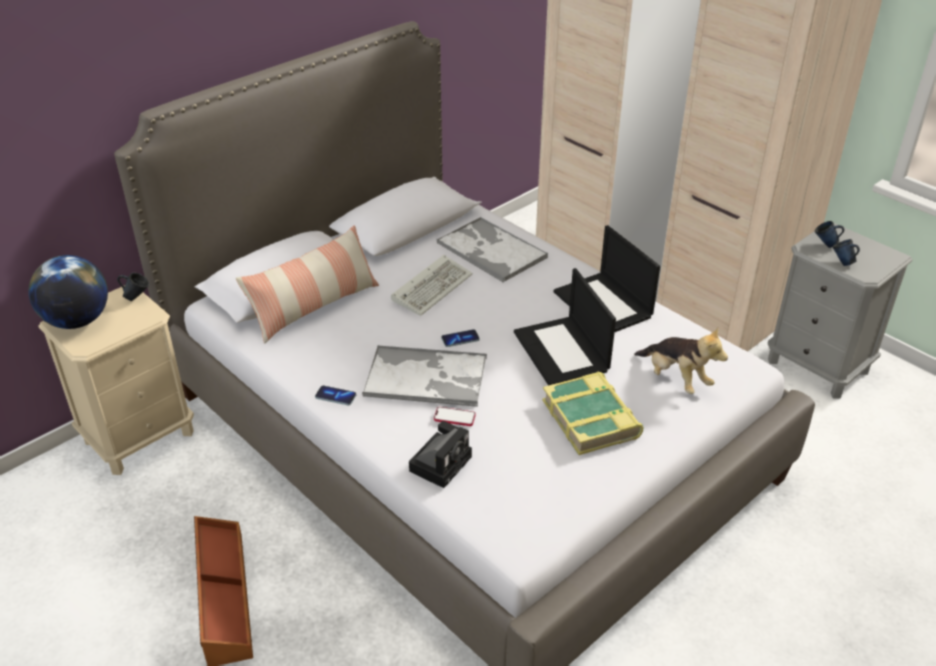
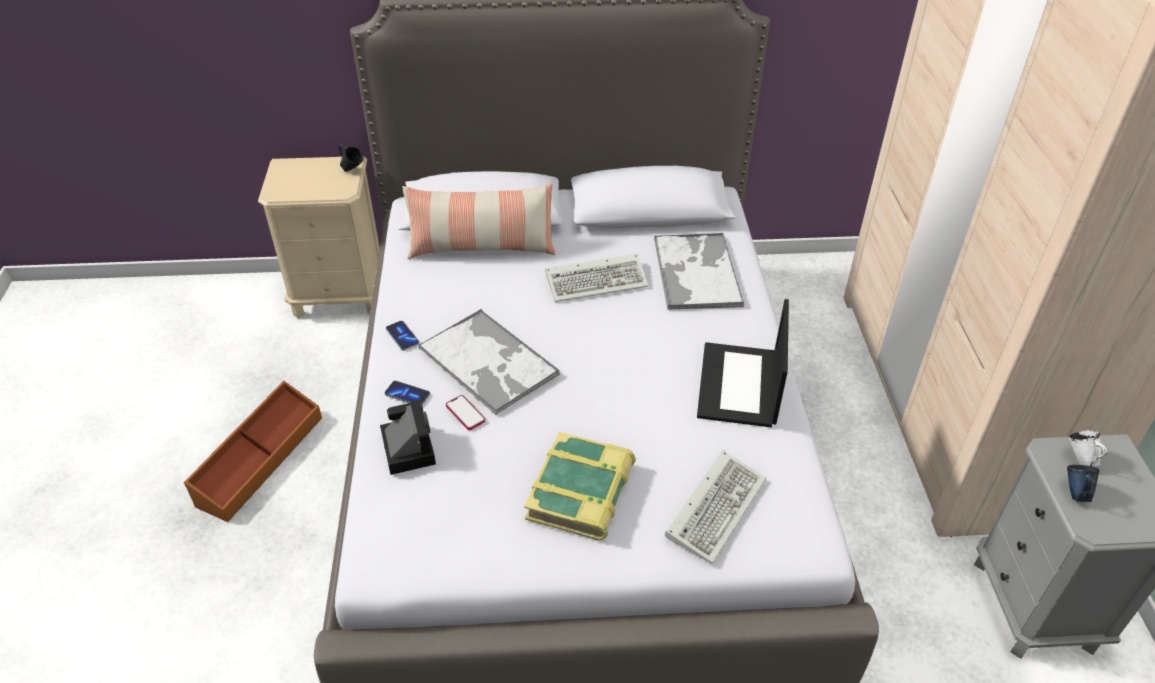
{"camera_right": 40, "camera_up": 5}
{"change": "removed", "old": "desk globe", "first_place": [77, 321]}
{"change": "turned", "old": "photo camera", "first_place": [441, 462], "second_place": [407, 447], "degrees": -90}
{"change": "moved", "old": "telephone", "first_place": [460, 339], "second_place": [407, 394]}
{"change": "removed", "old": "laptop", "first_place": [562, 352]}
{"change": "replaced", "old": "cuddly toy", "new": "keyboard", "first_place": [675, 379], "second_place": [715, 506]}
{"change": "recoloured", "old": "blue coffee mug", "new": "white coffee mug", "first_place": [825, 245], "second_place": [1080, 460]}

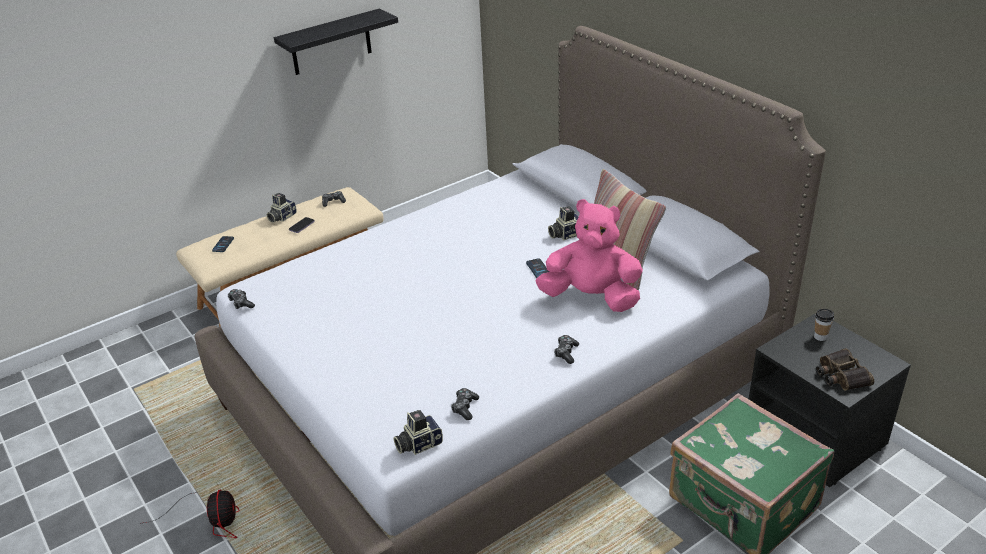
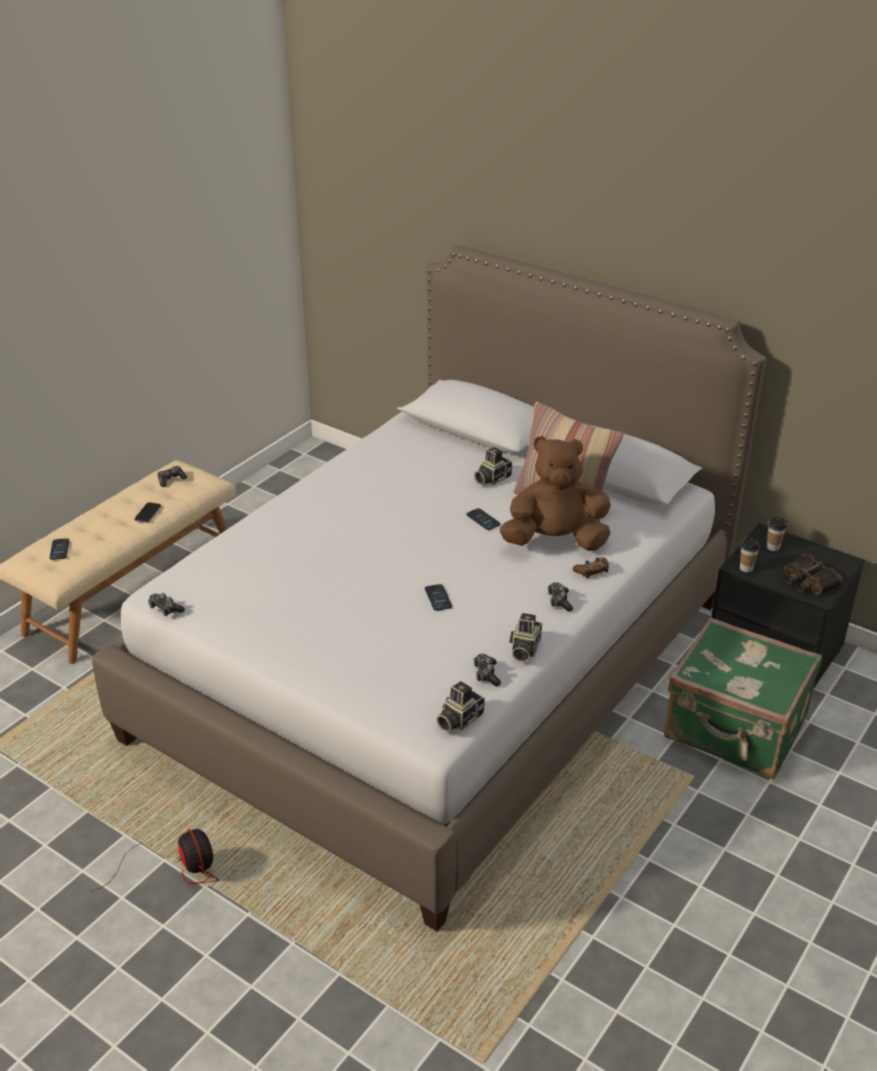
{"camera_right": -20, "camera_up": 0}
{"change": "moved", "old": "photo camera", "first_place": [281, 217], "second_place": [524, 649]}
{"change": "removed", "old": "black shelf", "first_place": [331, 43]}
{"change": "recoloured", "old": "pink cuddly toy", "new": "brown cuddly toy", "first_place": [591, 298], "second_place": [555, 541]}
{"change": "added", "new": "telephone", "second_place": [438, 598]}
{"change": "added", "new": "brown joypad", "second_place": [591, 571]}
{"change": "added", "new": "cup", "second_place": [746, 568]}

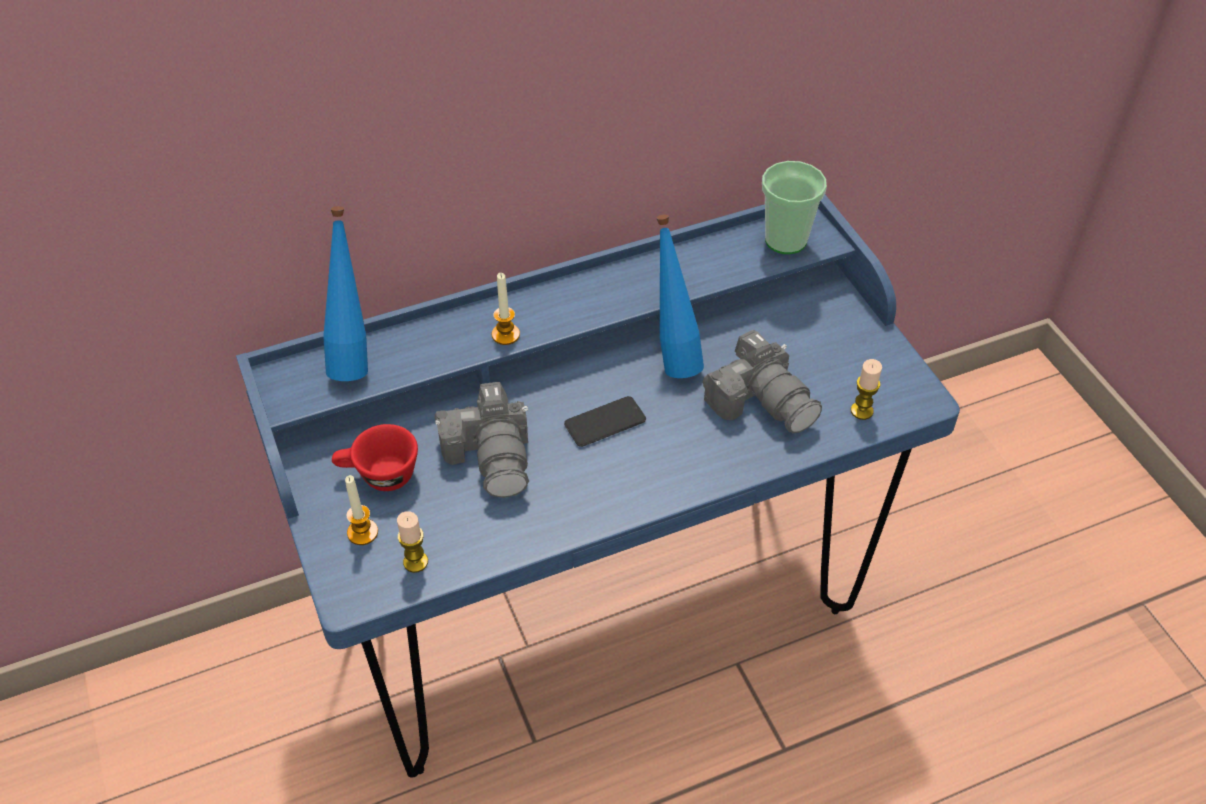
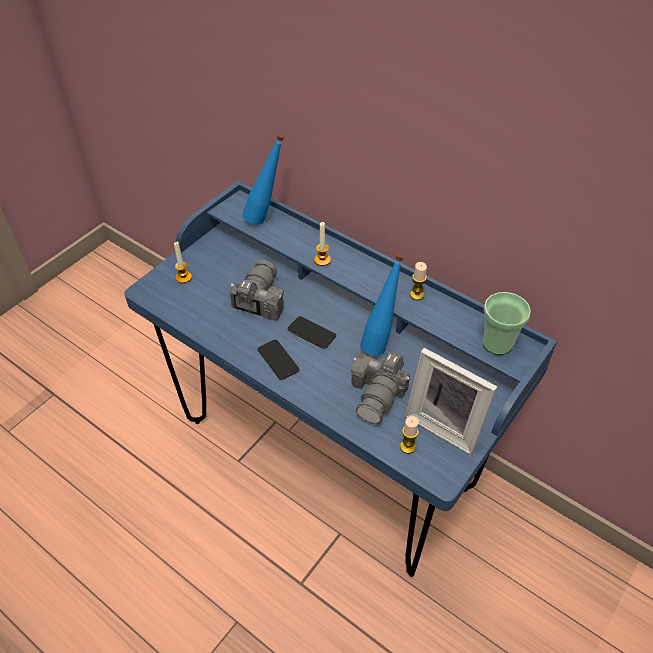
{"camera_right": 60, "camera_up": 0}
{"change": "removed", "old": "red cup", "first_place": [379, 476]}
{"change": "moved", "old": "candle", "first_place": [415, 562], "second_place": [416, 295]}
{"change": "turned", "old": "photo camera", "first_place": [492, 456], "second_place": [258, 300], "degrees": 150}
{"change": "added", "new": "telephone", "second_place": [278, 360]}
{"change": "added", "new": "photo frame", "second_place": [445, 424]}

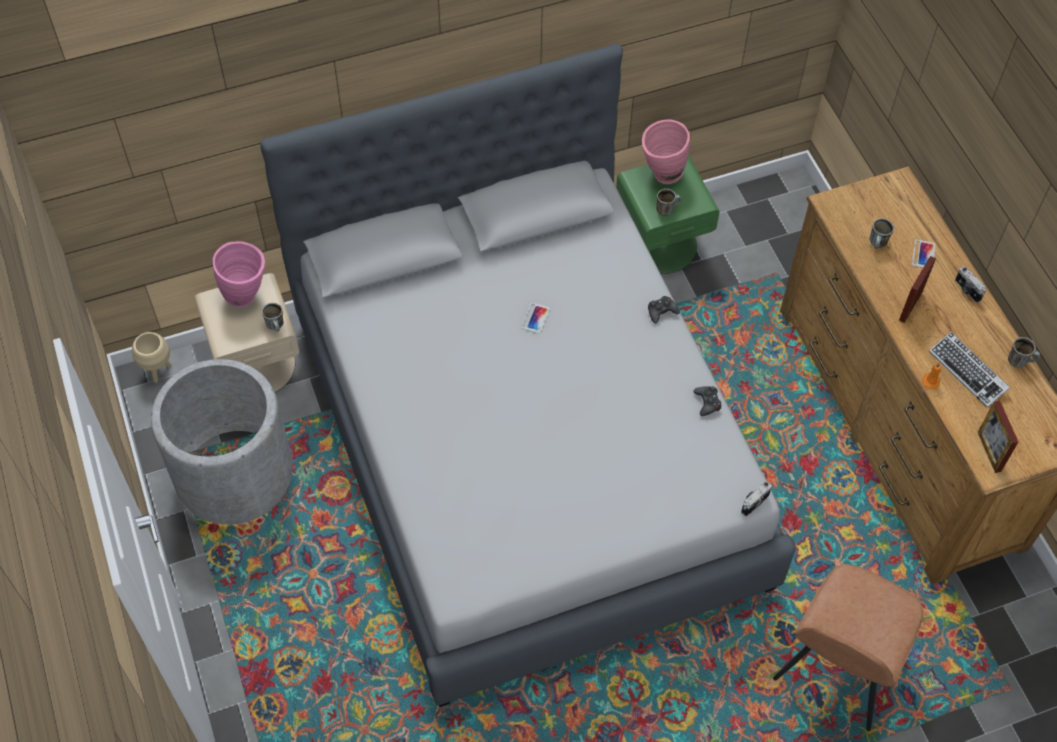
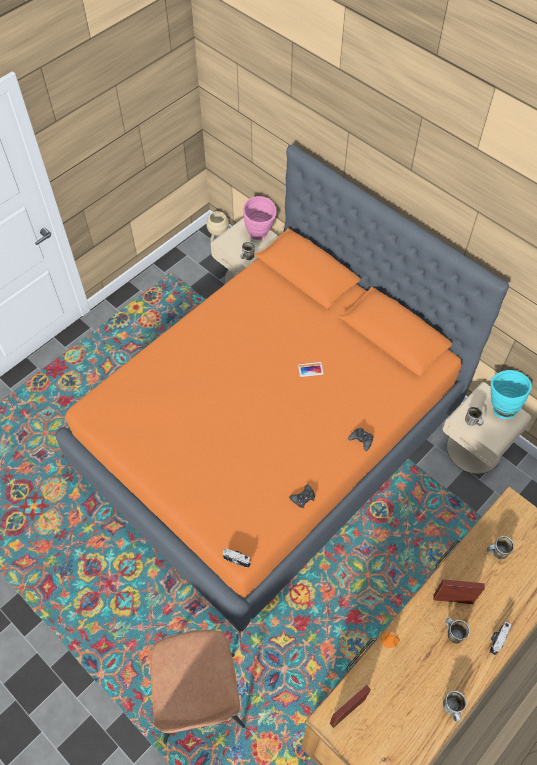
{"camera_right": 65, "camera_up": 0}
{"change": "removed", "old": "gray flower pot", "first_place": [234, 473]}
{"change": "recoloured", "old": "gray bedroom bed", "new": "orange bedroom bed", "first_place": [527, 448], "second_place": [269, 436]}
{"change": "recoloured", "old": "green nightstand", "new": "beige-coloured nightstand", "first_place": [661, 244], "second_place": [474, 448]}
{"change": "recoloured", "old": "pink vase", "new": "blue-green vase", "first_place": [661, 175], "second_place": [499, 407]}
{"change": "turned", "old": "brown plain chair", "first_place": [837, 670], "second_place": [200, 700], "degrees": -105}
{"change": "removed", "old": "telephone", "first_place": [923, 254]}
{"change": "removed", "old": "keyboard", "first_place": [967, 372]}
{"change": "added", "new": "coffee mug", "second_place": [452, 633]}

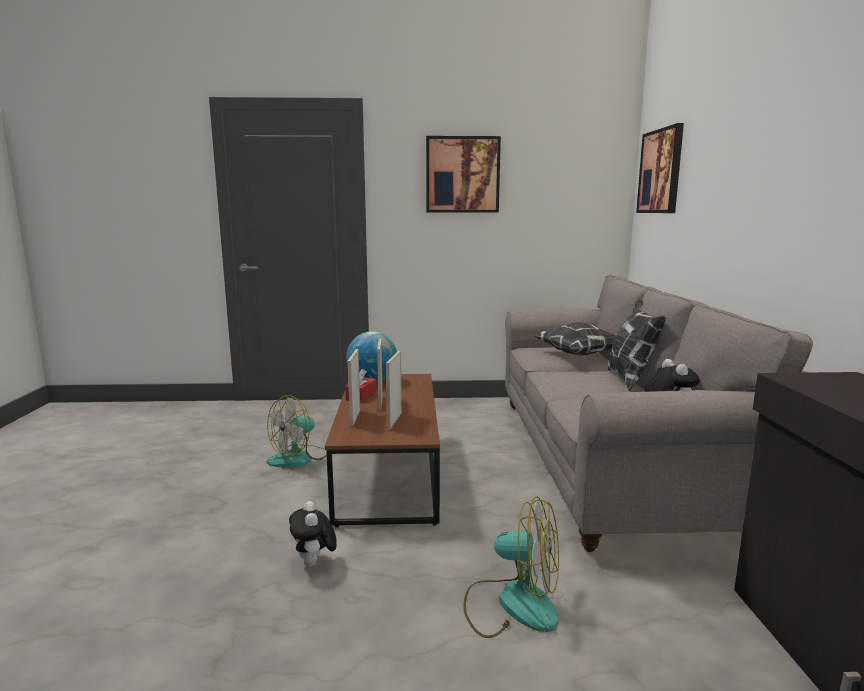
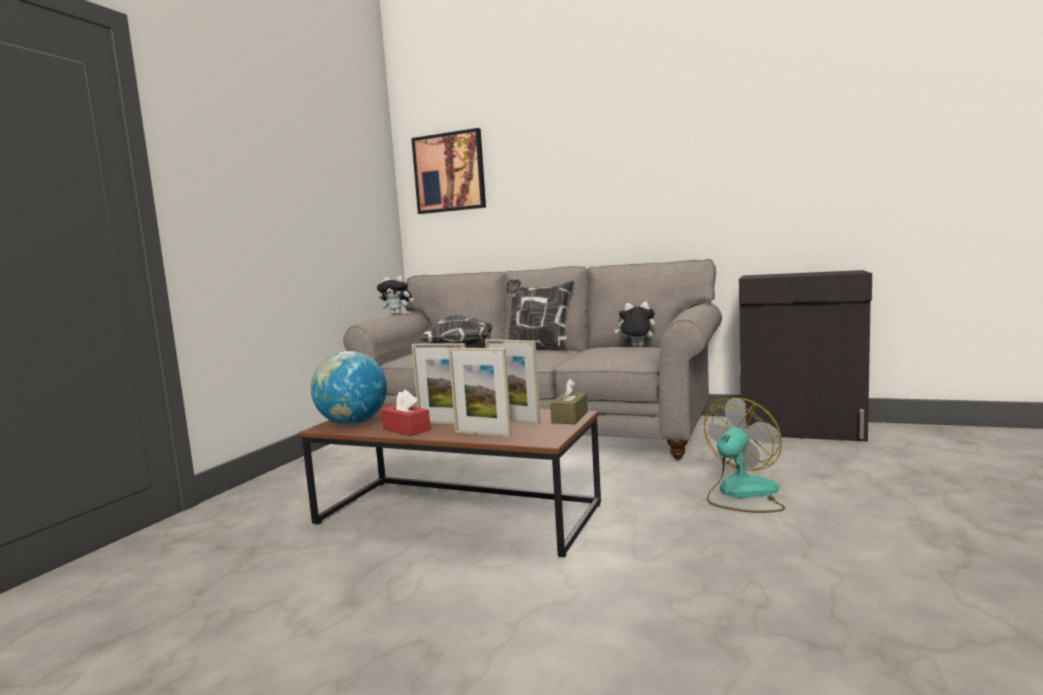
{"camera_right": -65, "camera_up": -5}
{"change": "removed", "old": "cooling fan", "first_place": [299, 458]}
{"change": "moved", "old": "cuddly toy", "first_place": [314, 564], "second_place": [397, 314]}
{"change": "removed", "old": "wall art", "first_place": [462, 175]}
{"change": "added", "new": "brown tissue box", "second_place": [570, 417]}

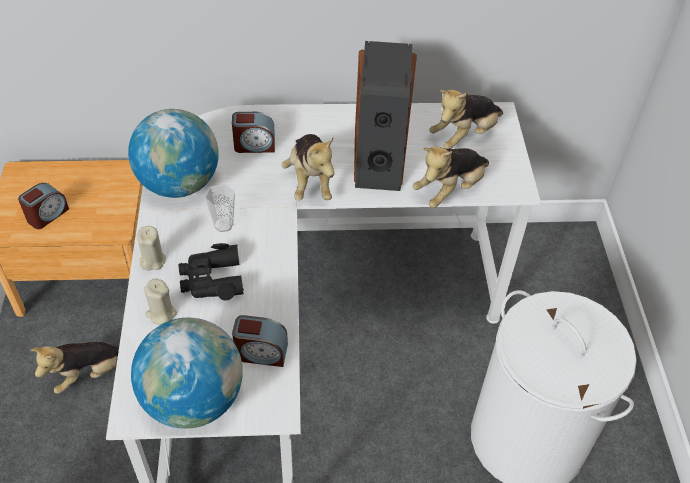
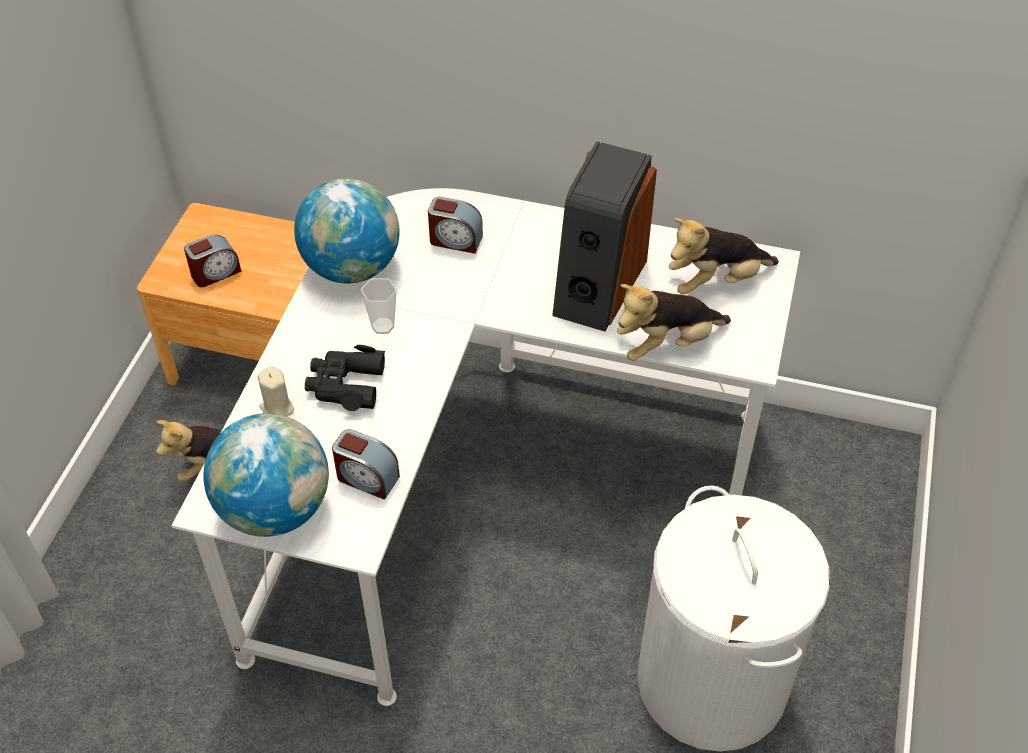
{"camera_right": 20, "camera_up": 0}
{"change": "removed", "old": "beige-coloured candle", "first_place": [152, 260]}
{"change": "removed", "old": "cuddly toy", "first_place": [310, 181]}

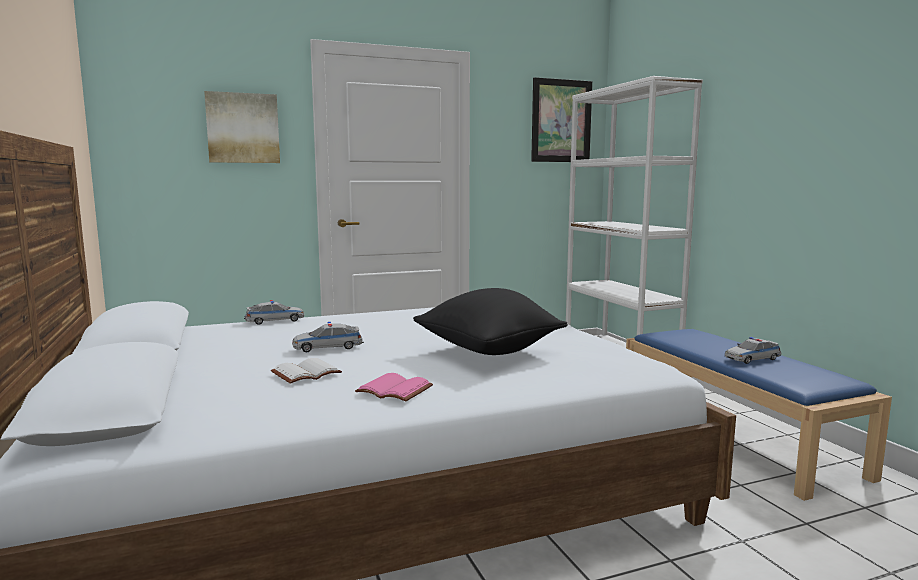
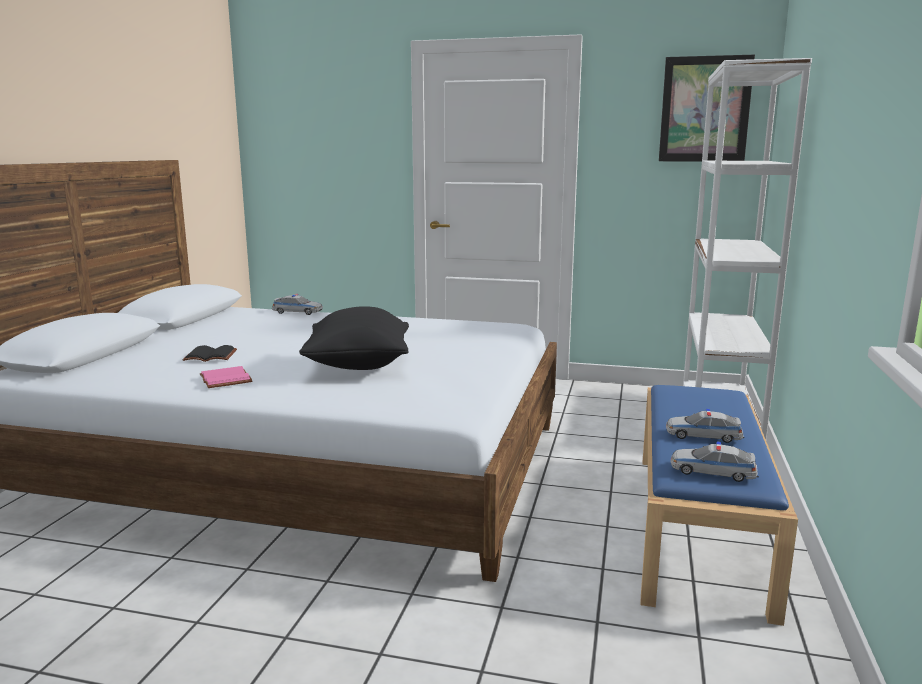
{"camera_right": 35, "camera_up": 5}
{"change": "removed", "old": "wall art", "first_place": [243, 128]}
{"change": "recoloured", "old": "white book", "new": "black book", "first_place": [306, 373], "second_place": [211, 356]}
{"change": "moved", "old": "model car", "first_place": [328, 347], "second_place": [712, 472]}

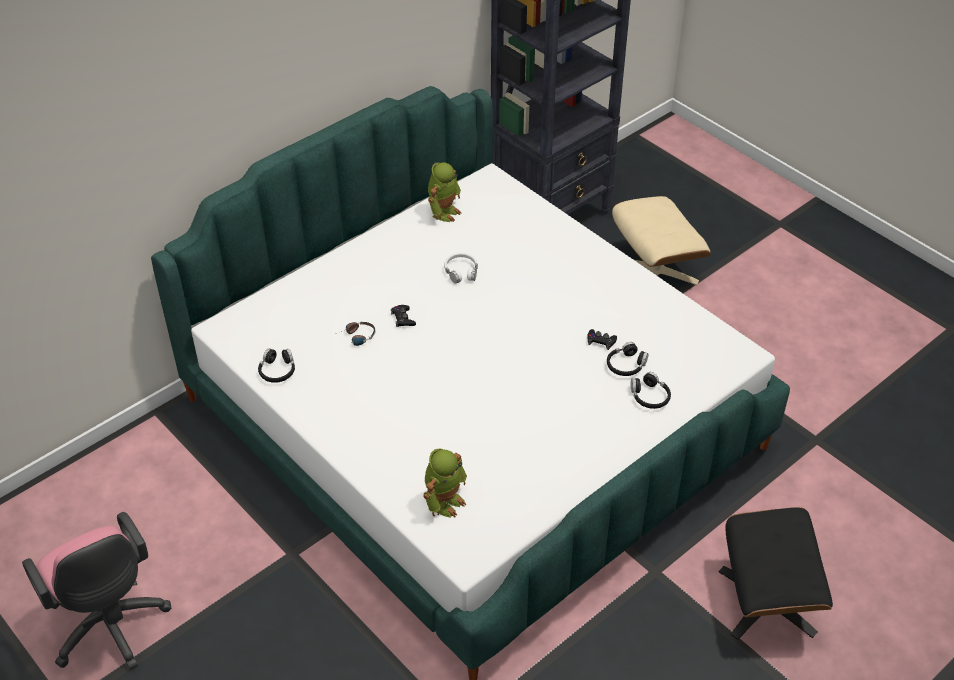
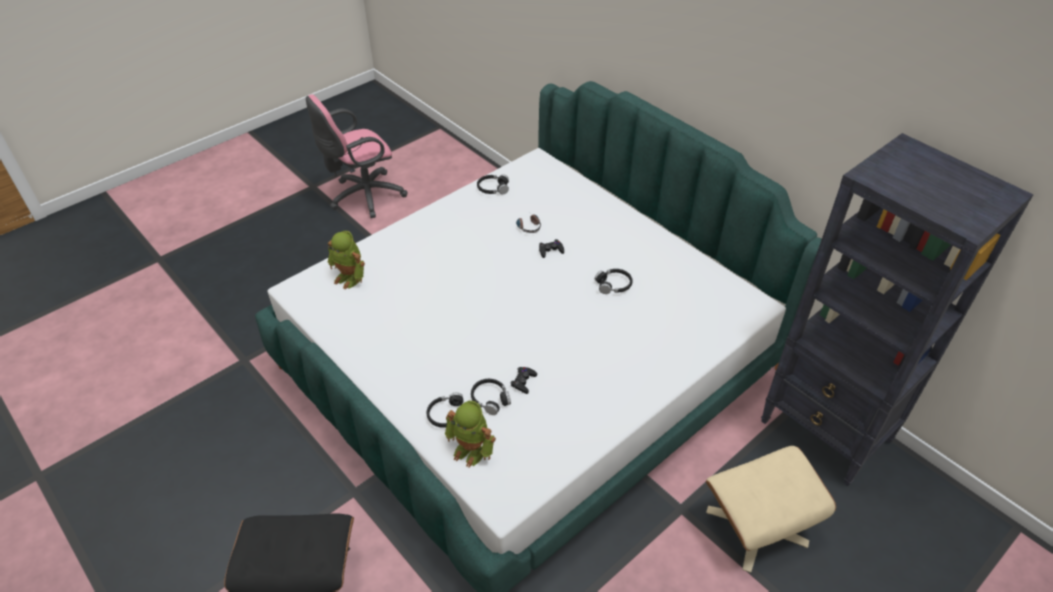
{"camera_right": 90, "camera_up": 0}
{"change": "moved", "old": "toy robot", "first_place": [444, 212], "second_place": [472, 450]}
{"change": "recoloured", "old": "white headphones", "new": "black headphones", "first_place": [461, 272], "second_place": [613, 285]}

